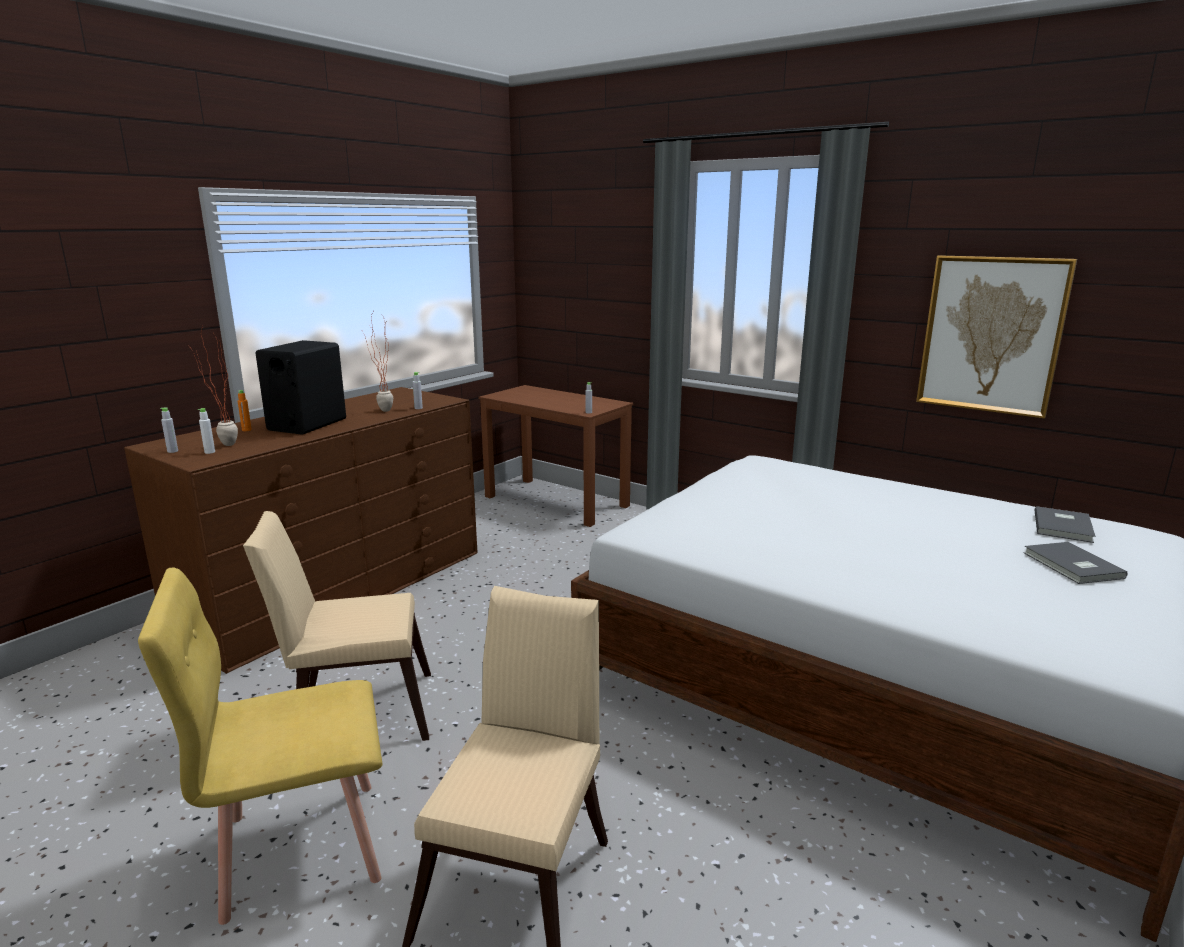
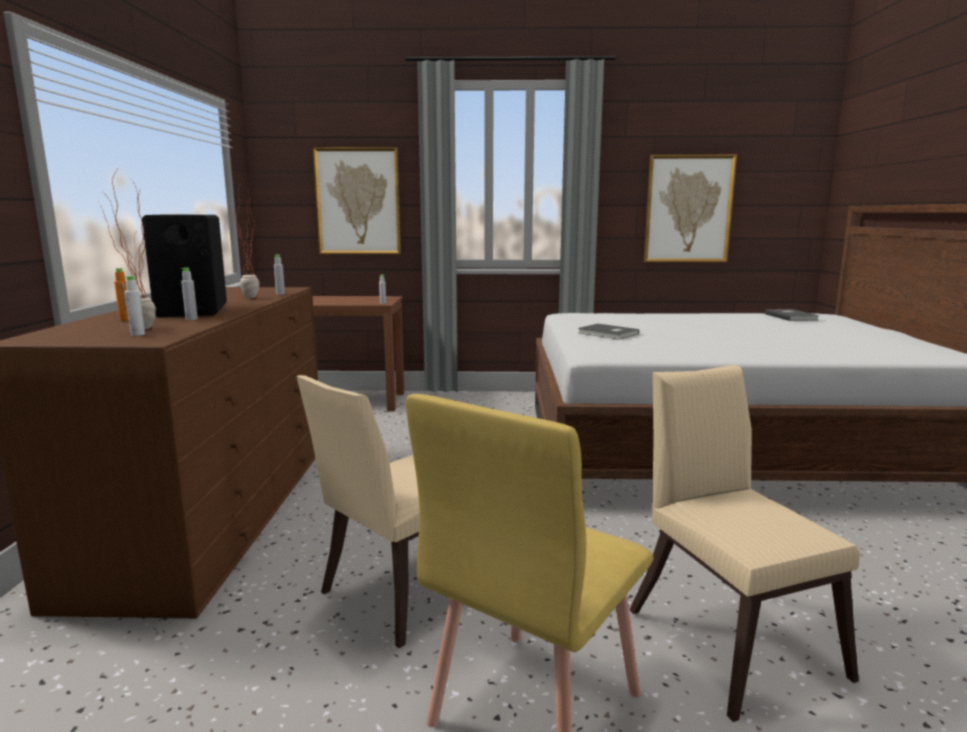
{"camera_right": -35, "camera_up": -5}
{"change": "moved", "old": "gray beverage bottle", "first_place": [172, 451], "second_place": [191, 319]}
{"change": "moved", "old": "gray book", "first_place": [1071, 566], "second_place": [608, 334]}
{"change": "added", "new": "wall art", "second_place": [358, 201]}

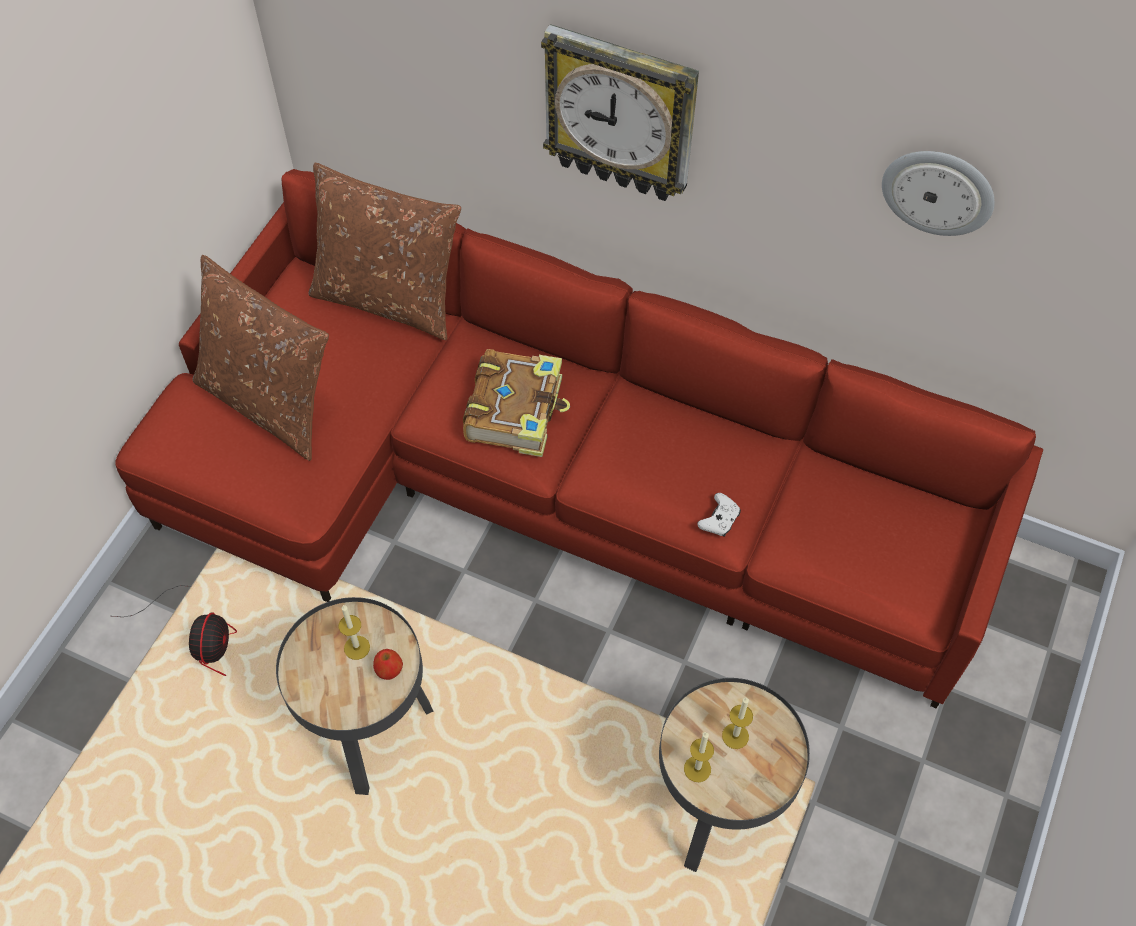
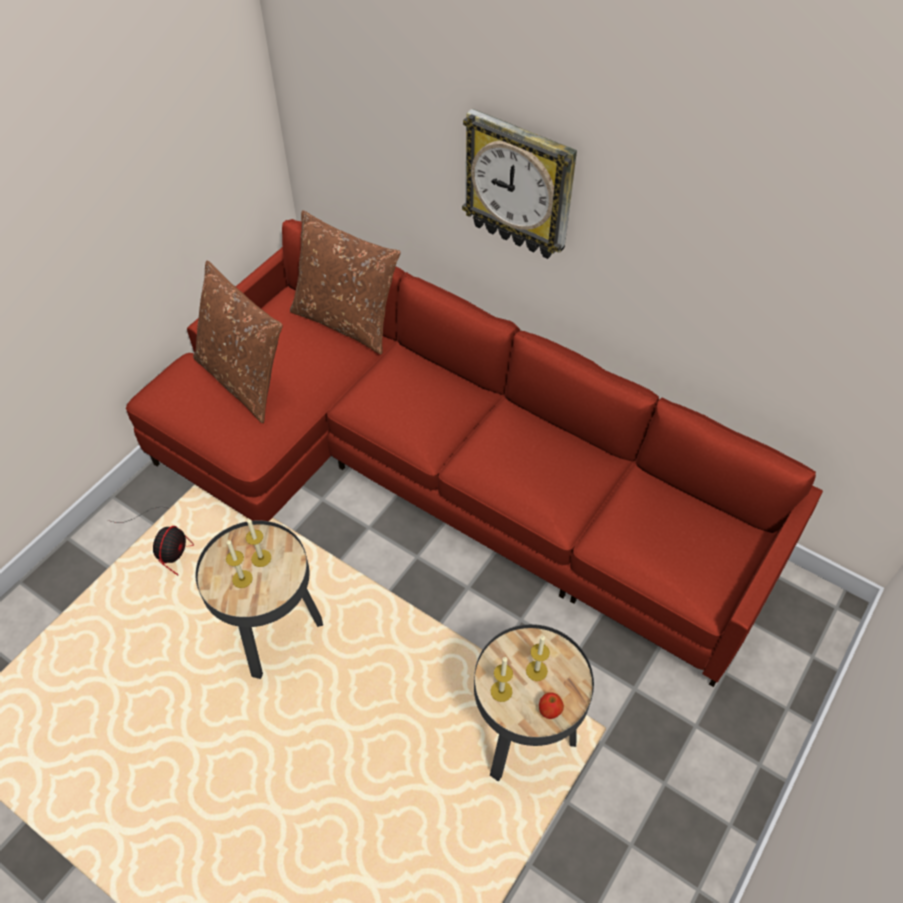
{"camera_right": 10, "camera_up": -5}
{"change": "moved", "old": "apple fruit", "first_place": [389, 670], "second_place": [549, 710]}
{"change": "removed", "old": "book", "first_place": [516, 410]}
{"change": "removed", "old": "white joypad", "first_place": [719, 520]}
{"change": "removed", "old": "wall clock", "first_place": [938, 191]}
{"change": "added", "new": "candle", "second_place": [242, 579]}

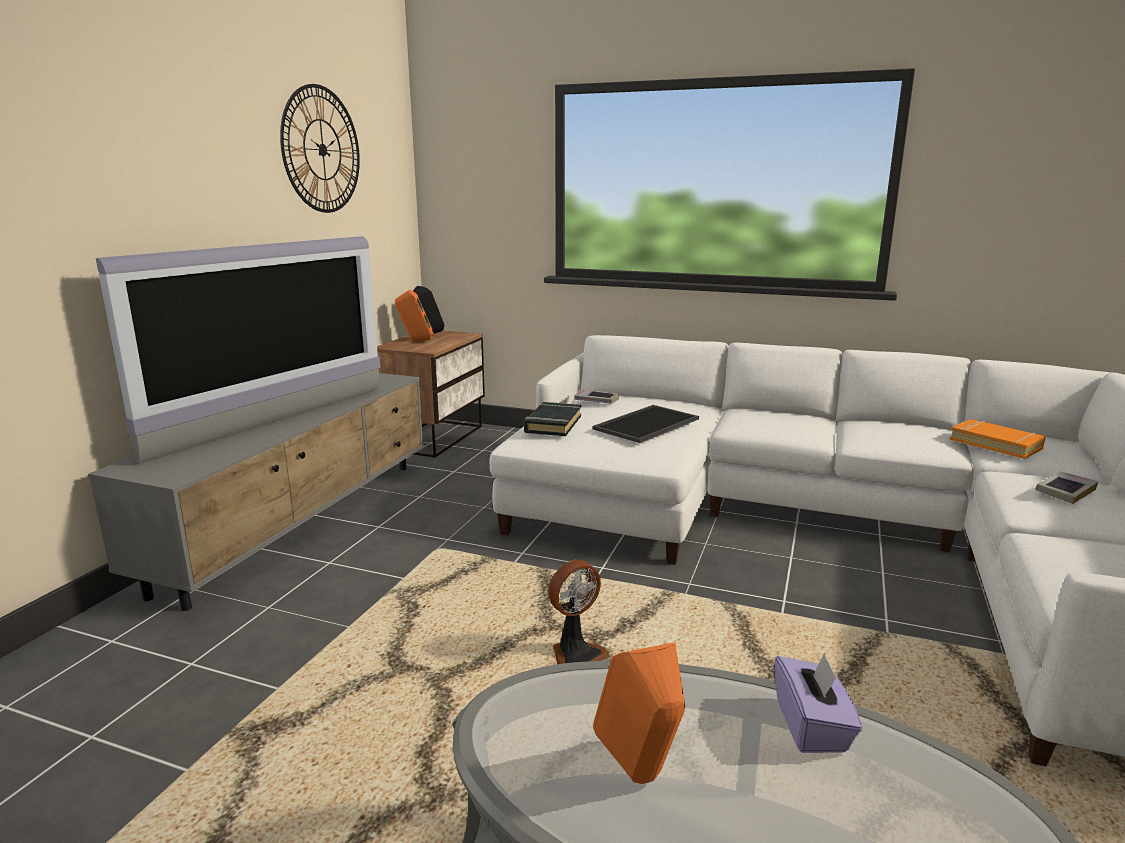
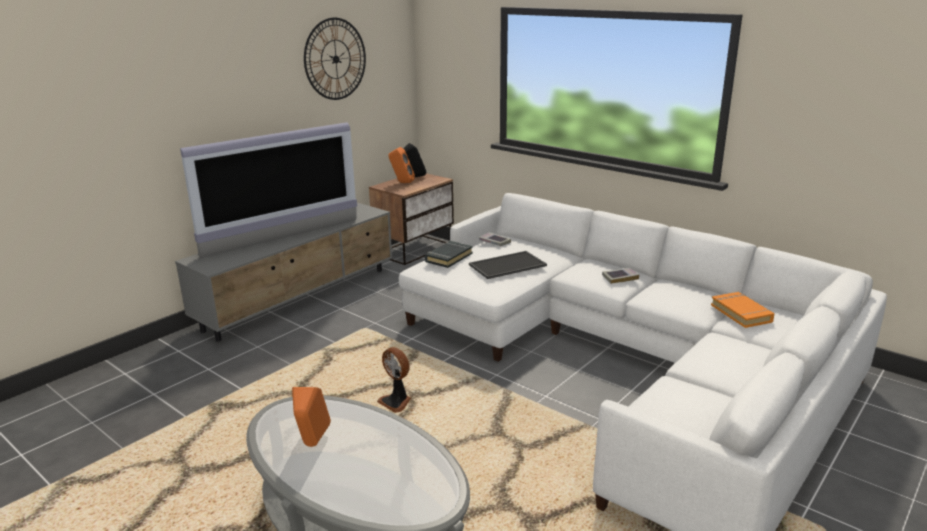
{"camera_right": 20, "camera_up": 5}
{"change": "turned", "old": "cooling fan", "first_place": [576, 655], "second_place": [396, 402], "degrees": 60}
{"change": "removed", "old": "purple-coloured tissue box", "first_place": [812, 726]}
{"change": "moved", "old": "book", "first_place": [1065, 491], "second_place": [620, 278]}

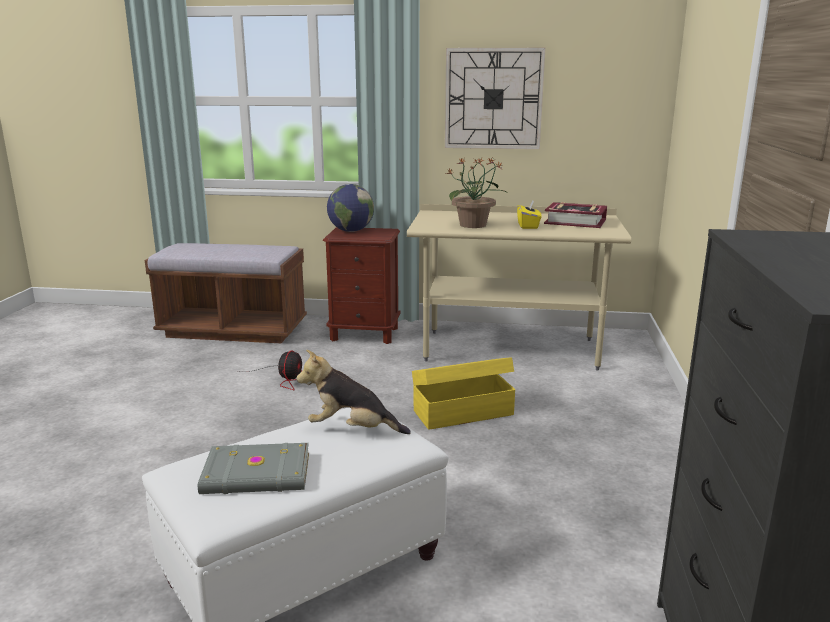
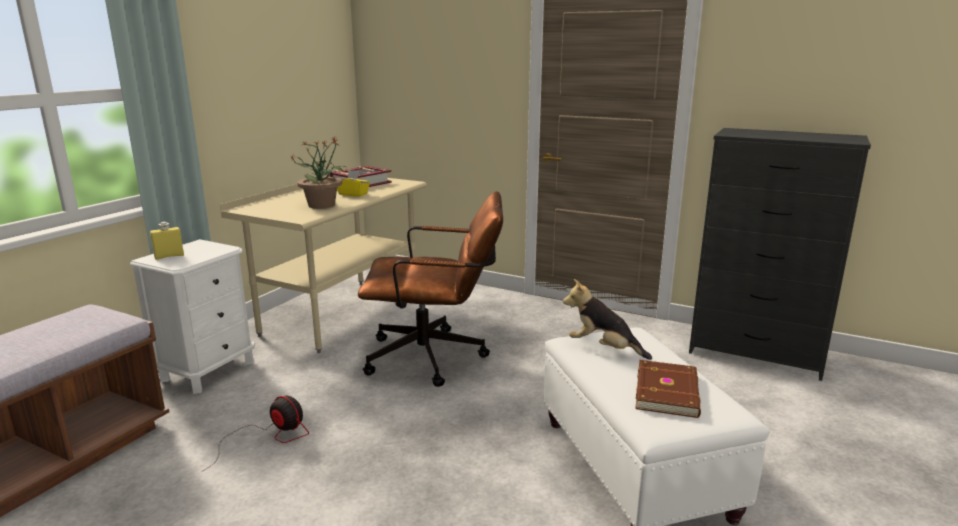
{"camera_right": -70, "camera_up": 0}
{"change": "recoloured", "old": "gray book", "new": "brown book", "first_place": [257, 475], "second_place": [668, 392]}
{"change": "turned", "old": "cuddly toy", "first_place": [352, 429], "second_place": [603, 349], "degrees": 90}
{"change": "recoloured", "old": "brown nightstand", "new": "white nightstand", "first_place": [364, 334], "second_place": [208, 371]}
{"change": "replaced", "old": "desk globe", "new": "yellow beverage bottle", "first_place": [351, 231], "second_place": [169, 256]}
{"change": "replaced", "old": "yellow storage bin", "new": "brown desk chair", "first_place": [461, 412], "second_place": [436, 357]}
{"change": "removed", "old": "wall clock", "first_place": [493, 99]}

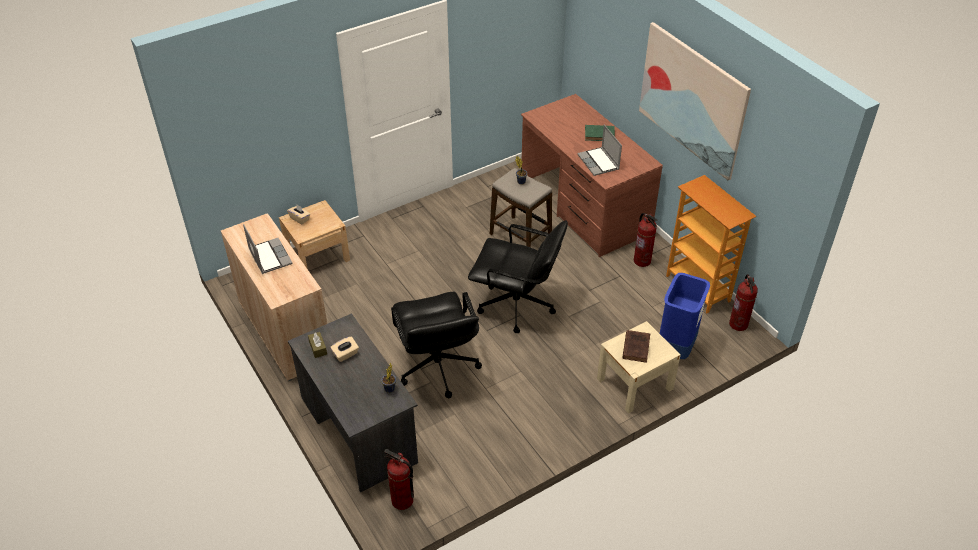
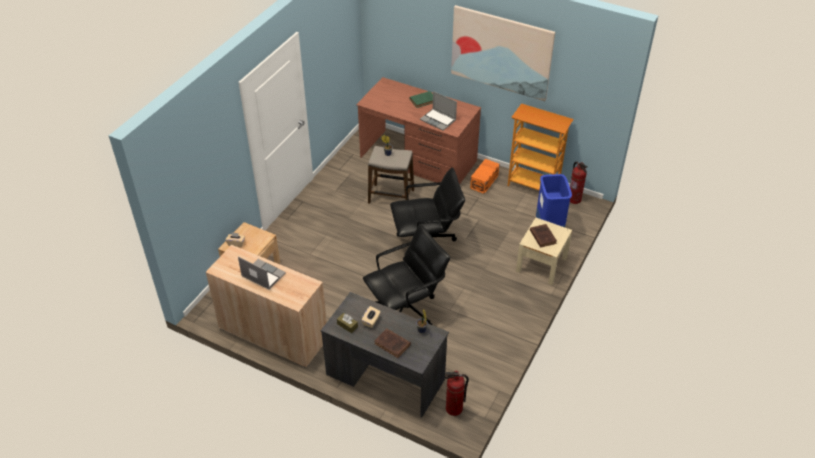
{"camera_right": -30, "camera_up": 0}
{"change": "turned", "old": "black desk chair", "first_place": [437, 368], "second_place": [406, 310], "degrees": -75}
{"change": "replaced", "old": "fire extinguisher", "new": "orange storage bin", "first_place": [642, 261], "second_place": [485, 182]}
{"change": "added", "new": "brown book", "second_place": [393, 345]}

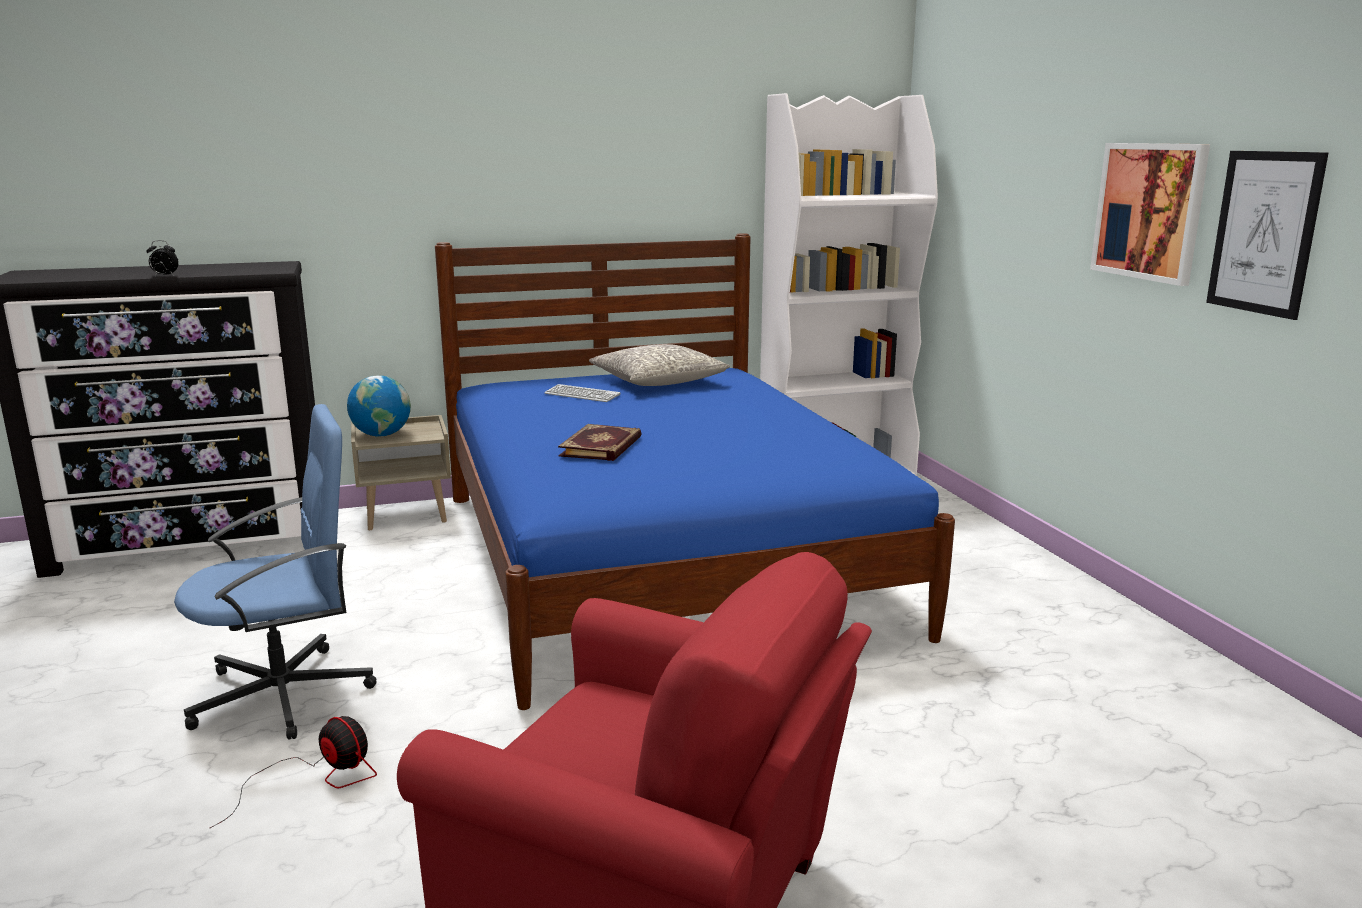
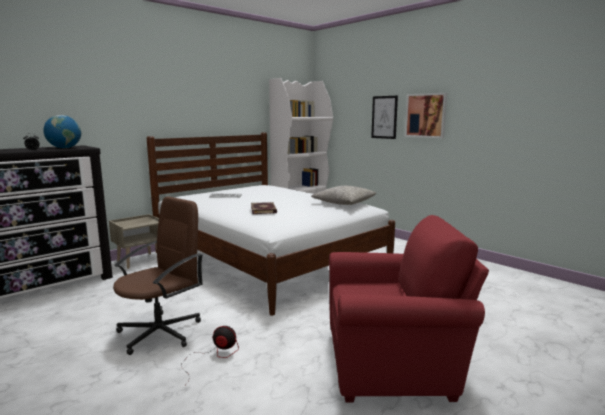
{"camera_right": -25, "camera_up": -5}
{"change": "recoloured", "old": "blue desk chair", "new": "brown desk chair", "first_place": [285, 694], "second_place": [161, 332]}
{"change": "moved", "old": "desk globe", "first_place": [382, 435], "second_place": [64, 148]}
{"change": "recoloured", "old": "blue bedroom bed", "new": "white bedroom bed", "first_place": [658, 560], "second_place": [268, 259]}
{"change": "moved", "old": "gray throw pillow", "first_place": [658, 381], "second_place": [344, 203]}
{"change": "moved", "old": "wall art", "first_place": [1264, 233], "second_place": [384, 117]}

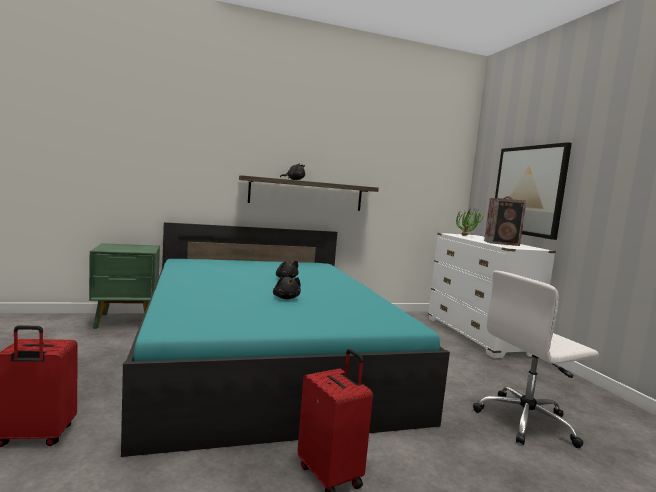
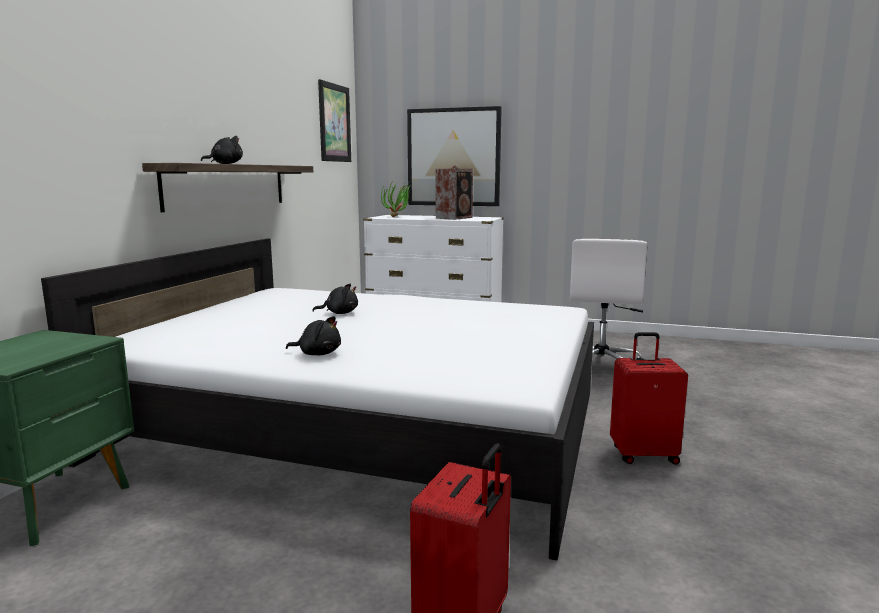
{"camera_right": -55, "camera_up": 5}
{"change": "recoloured", "old": "blue-green bedroom bed", "new": "white bedroom bed", "first_place": [266, 356], "second_place": [365, 425]}
{"change": "moved", "old": "black cuddly toy", "first_place": [286, 298], "second_place": [318, 353]}
{"change": "added", "new": "wall art", "second_place": [334, 123]}

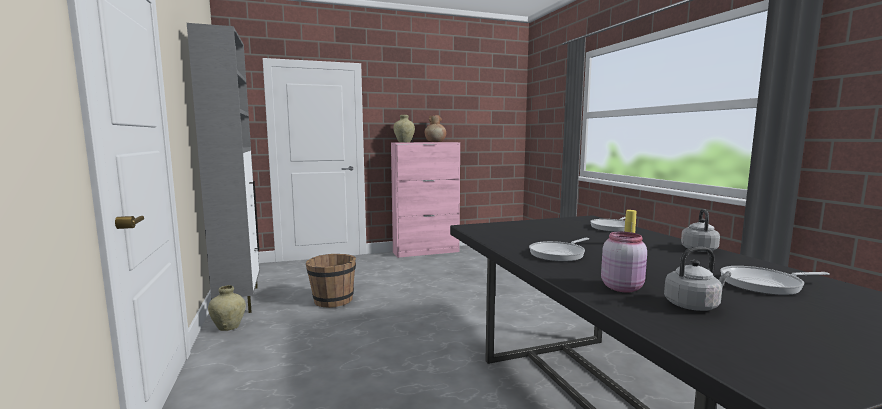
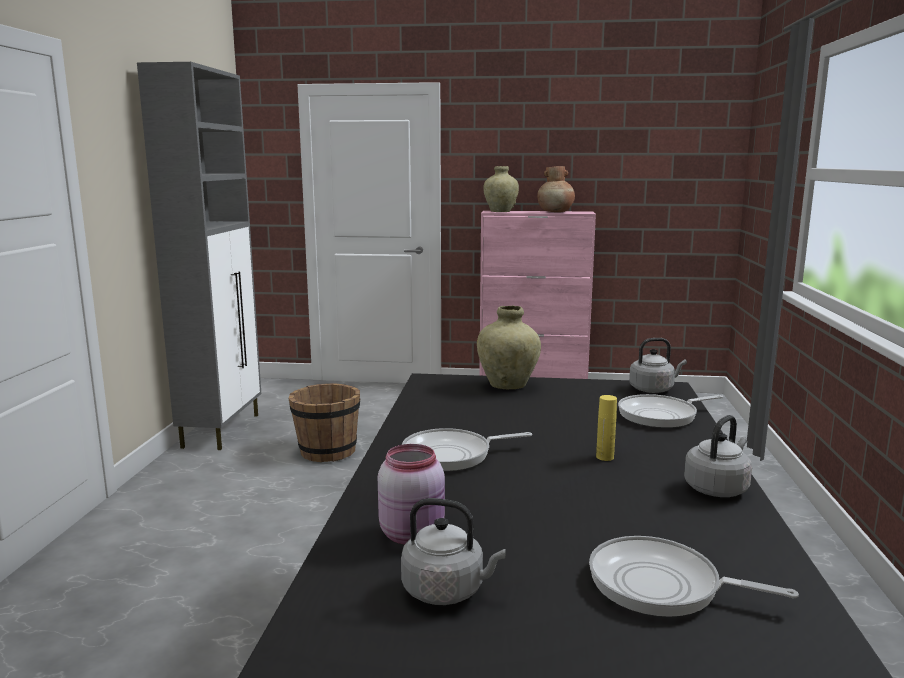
{"camera_right": 25, "camera_up": 5}
{"change": "moved", "old": "beige-coloured vase", "first_place": [229, 327], "second_place": [508, 385]}
{"change": "added", "new": "gray kettle", "second_place": [653, 389]}

